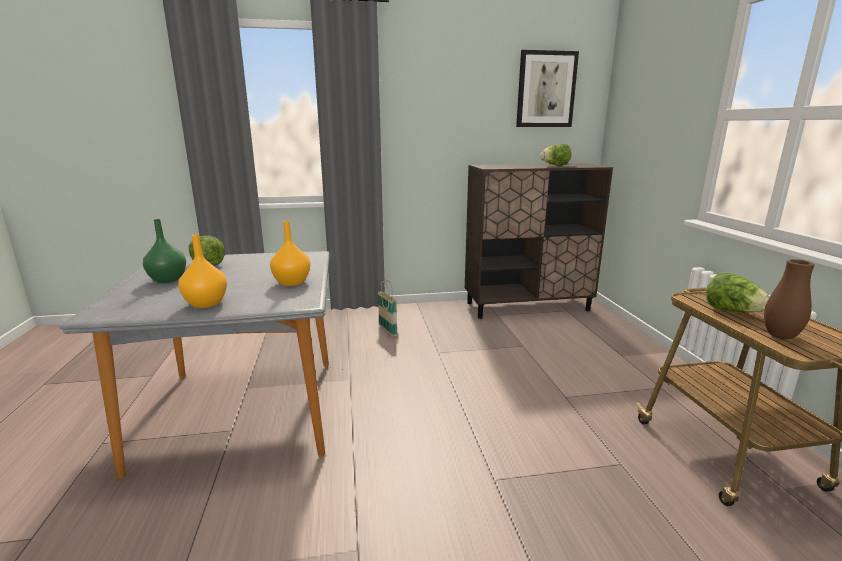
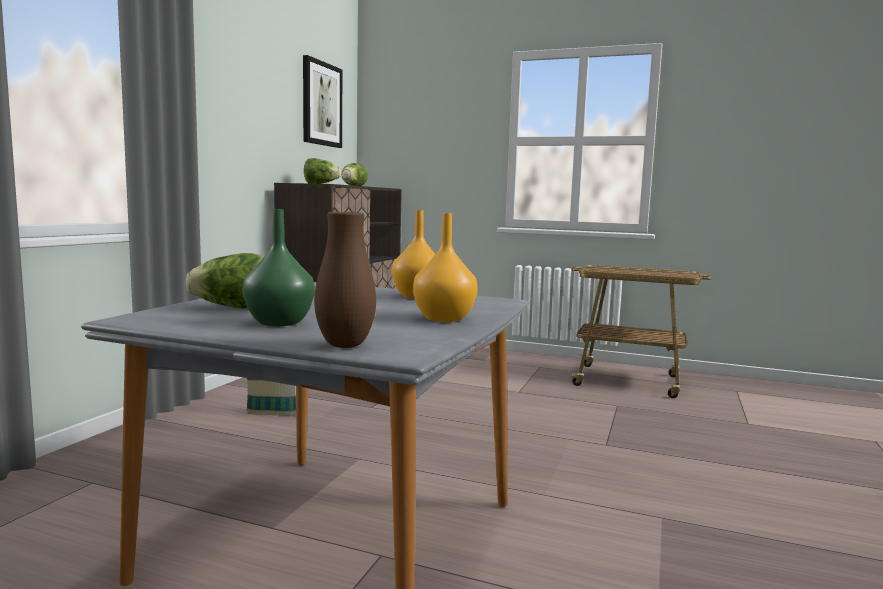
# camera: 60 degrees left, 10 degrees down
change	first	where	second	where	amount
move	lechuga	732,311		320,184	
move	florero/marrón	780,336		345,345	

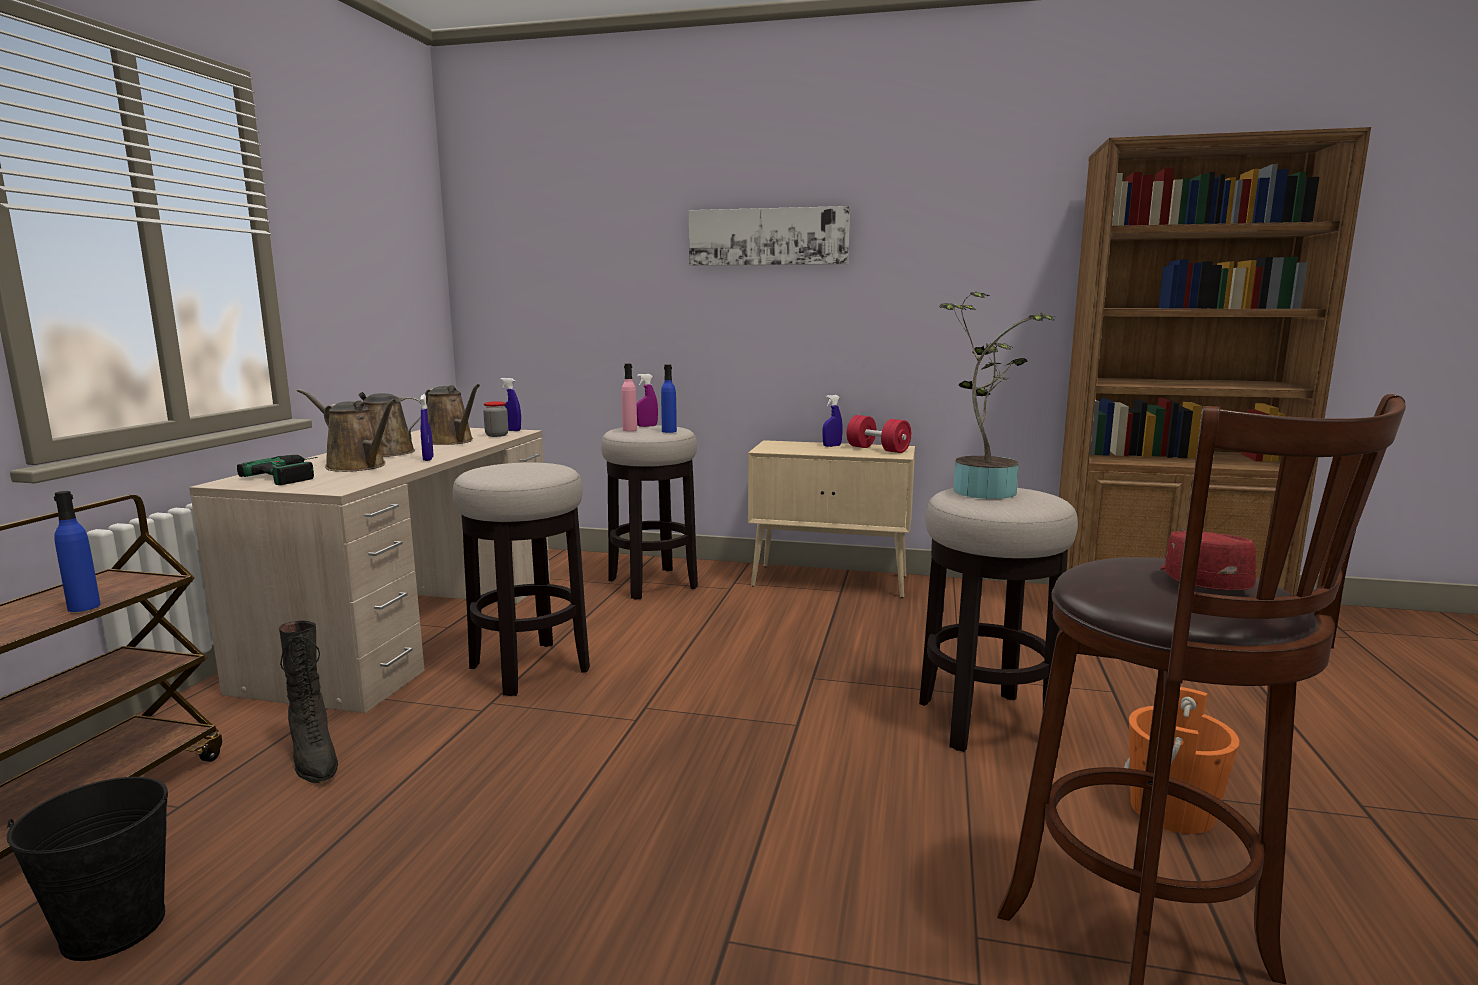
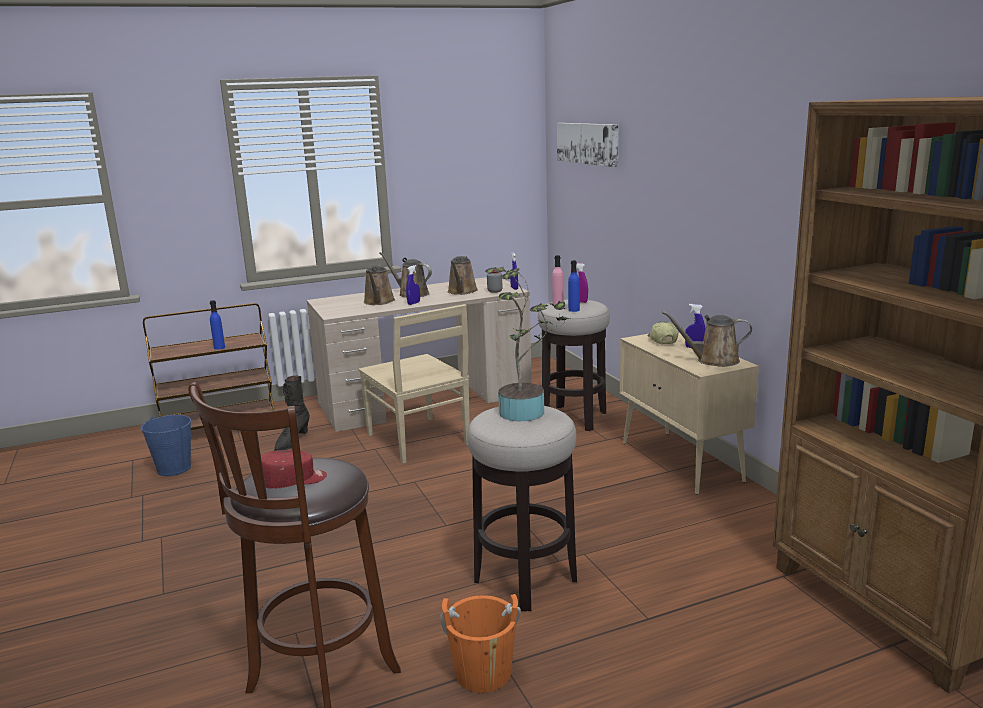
# camera: 55 degrees right, 5 degrees up
change	first	where	second	where	amount
recolor	cubo/negro	113,927	cubo/azul	174,468	
delete	taladro	296,474			
replace	taburete	530,669	silla/beis	418,440	
move	cuadro	768,237		588,143	
replace	mancuerna/rojo	878,449	regadera/marrón	713,360	
insert			gorra	662,340	

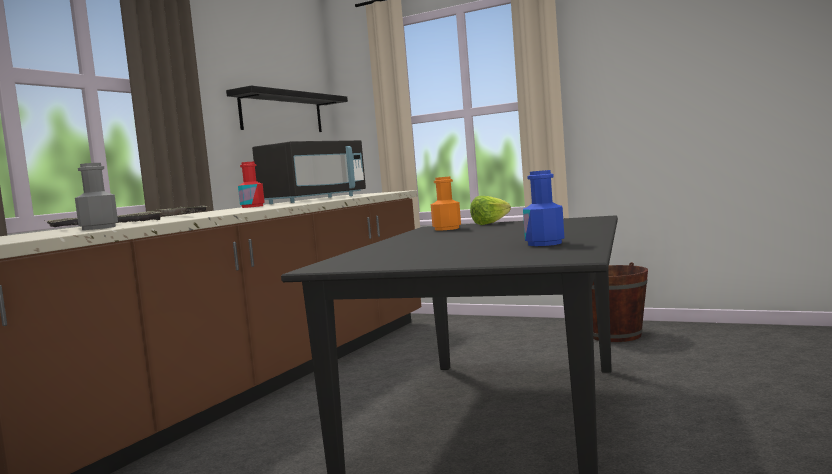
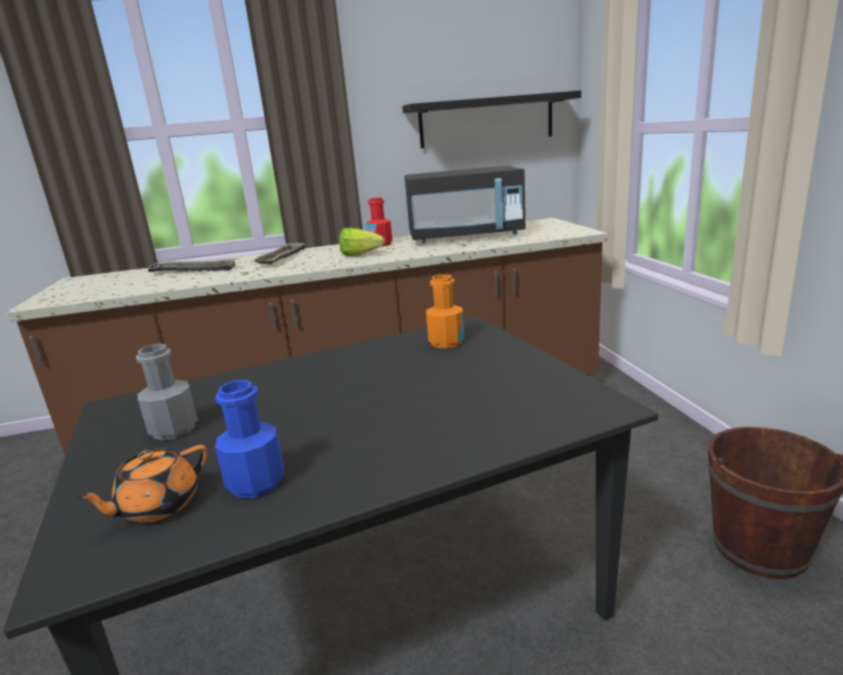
# camera: 50 degrees right, 15 degrees up
change	first	where	second	where	amount
move	botella/gris	99,228		174,429	
move	lechuga	494,223		364,255	
insert			tetera/naranja	158,506	

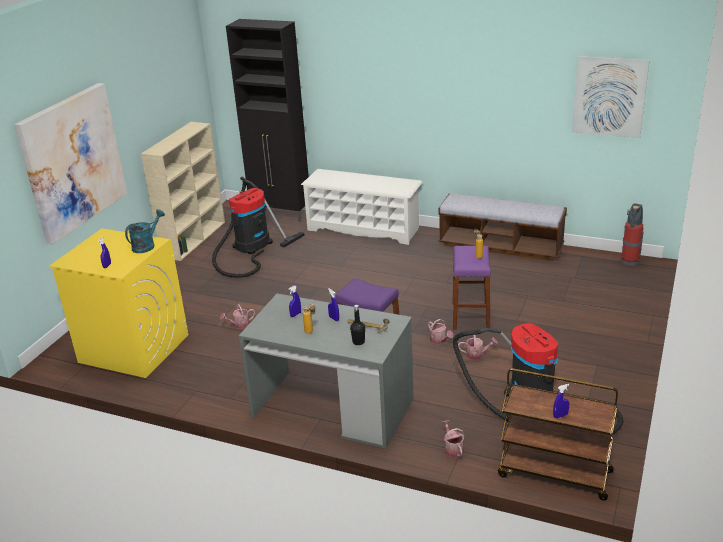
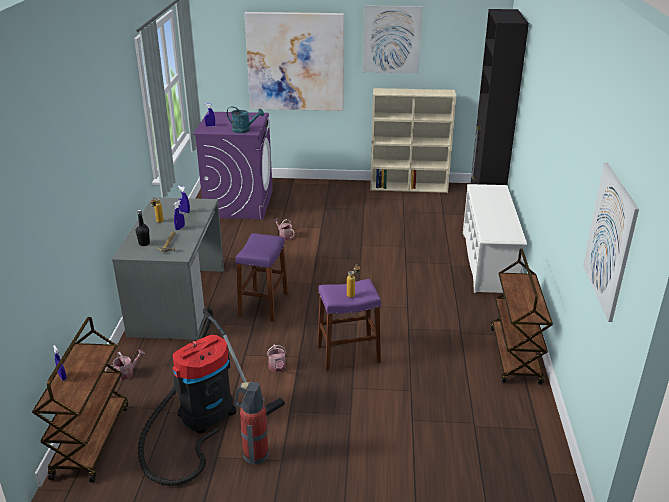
# camera: 70 degrees right, 0 degrees up
change	first	where	second	where	amount
recolor	lavadora/amarillo	133,348	lavadora/morado	239,204	
delete	aspiradora	250,247			
delete	regadera	439,340			
replace	banco	501,246	carrito/marrón	515,356	
move	extintor	629,262		254,454	
insert			cuadro	391,39	

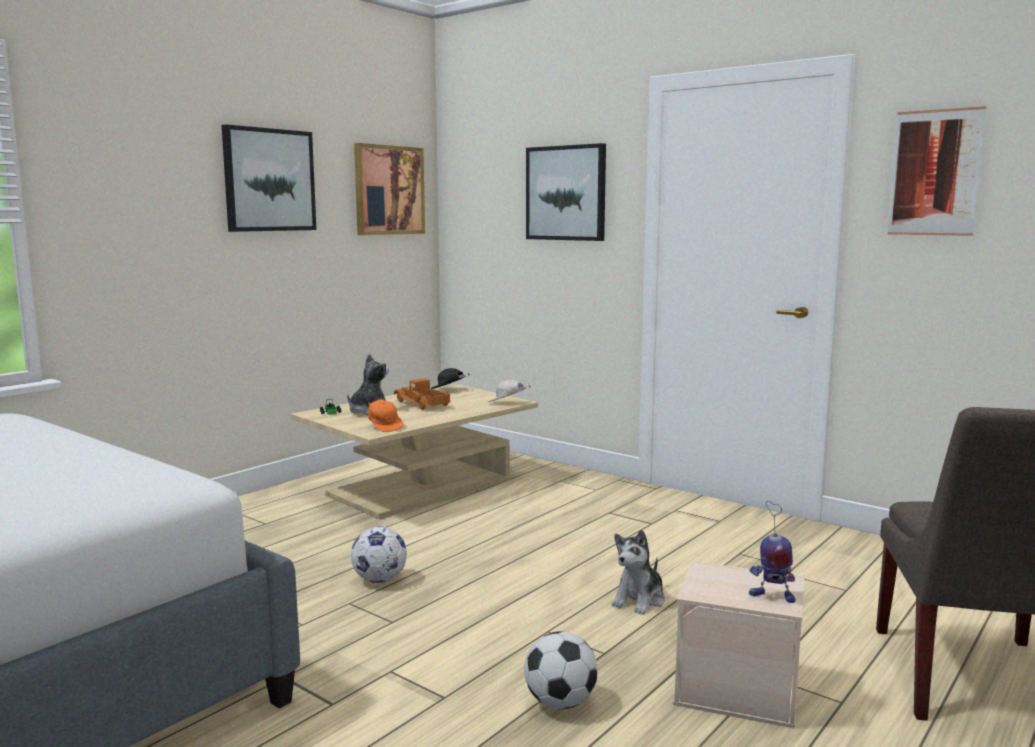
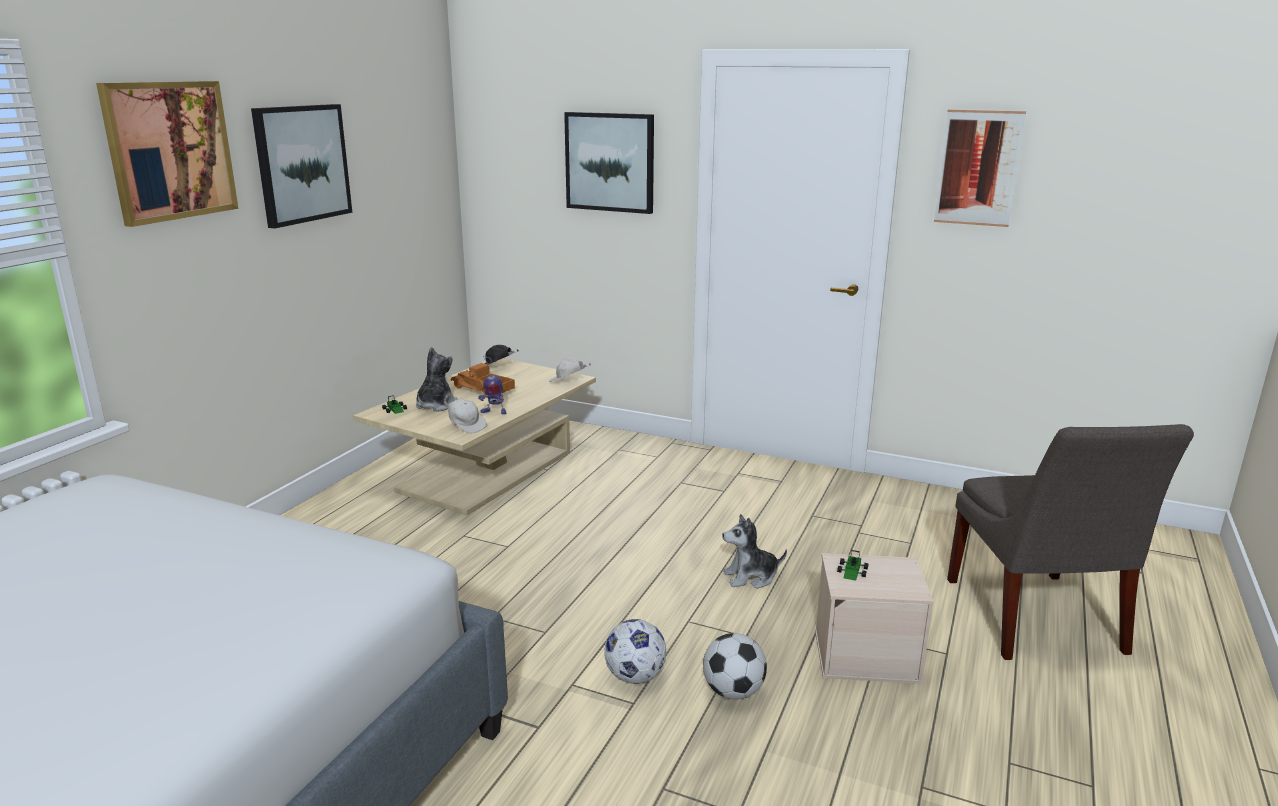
# camera: 15 degrees left, 10 degrees up
change	first	where	second	where	amount
move	balón de fútbol	380,580		635,676	
move	cuadro	389,190		169,151	
recolor	gorra/naranja	384,427	gorra/blanco	466,426	
rotate	peluche	639,600		751,577	60 degrees clockwise
move	robot de juguete	771,597		493,412	
insert			coche de juguete	852,572	

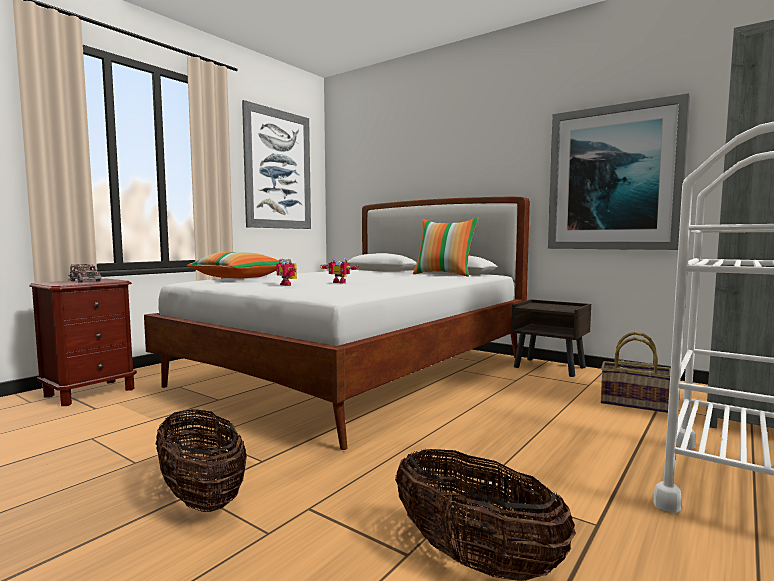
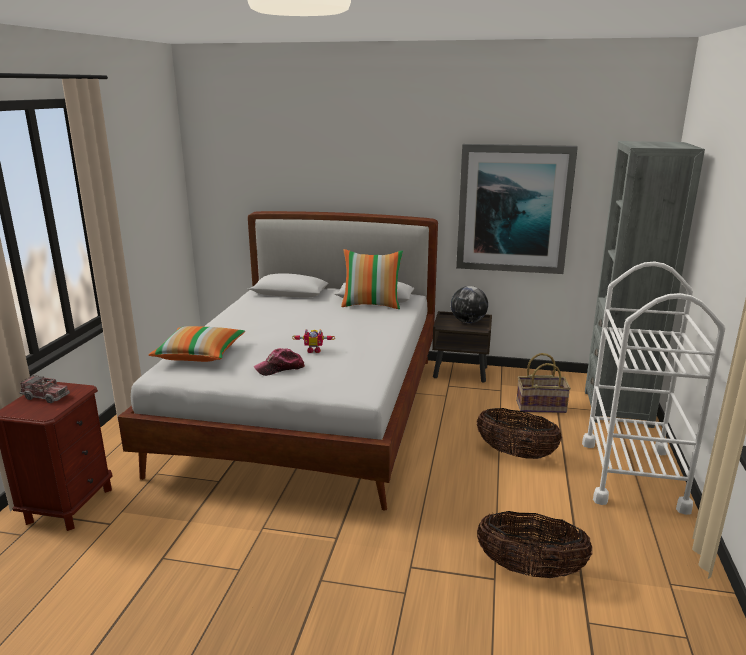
# camera: 25 degrees left, 15 degrees up
change	first	where	second	where	amount
move	cesta	201,497		515,453	
delete	cuadro	278,169			
replace	robot de juguete	288,285	gorra	280,368	
insert			globo terráqueo	468,322	

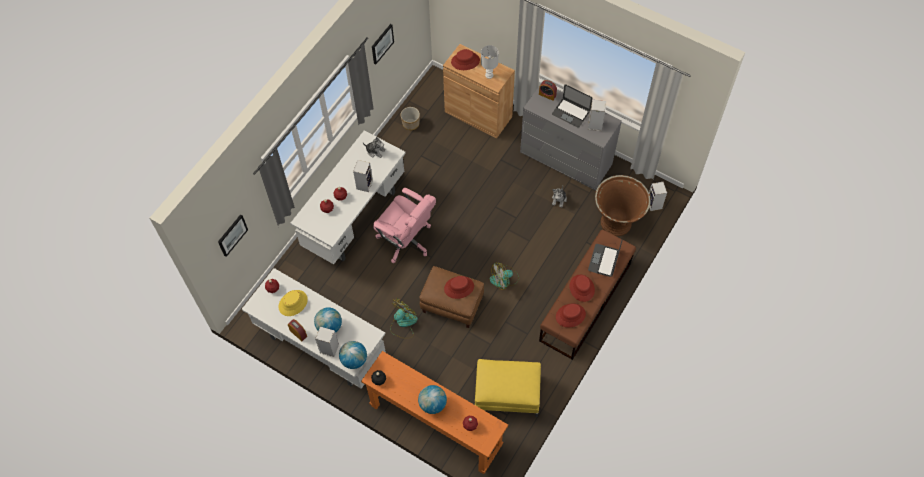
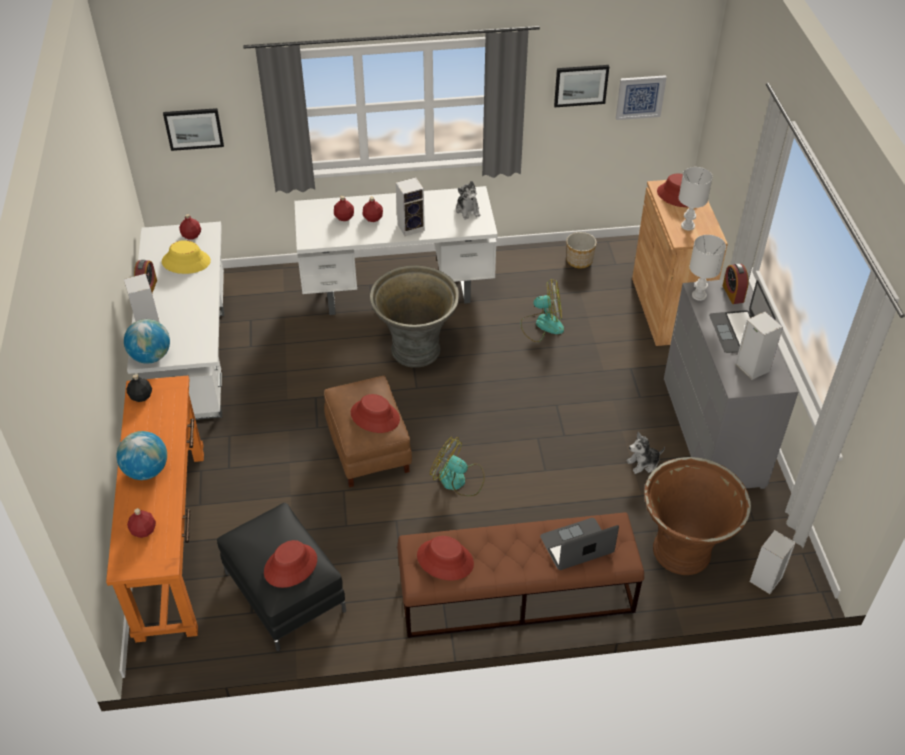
# camera: 50 degrees right, 15 degrees down
change	first	where	second	where	amount
delete	globo terráqueo	329,326			
replace	silla de oficina/rosa	406,240	maceta/gris	416,351	
move	ventilador	403,323		542,325	
recolor	puf/amarillo	507,394	puf/negro	285,592	
move	sombrero/rojo	581,288		290,566	
insert			cuadro	640,97	
insert			lámpara de mesa/blanco	699,295	

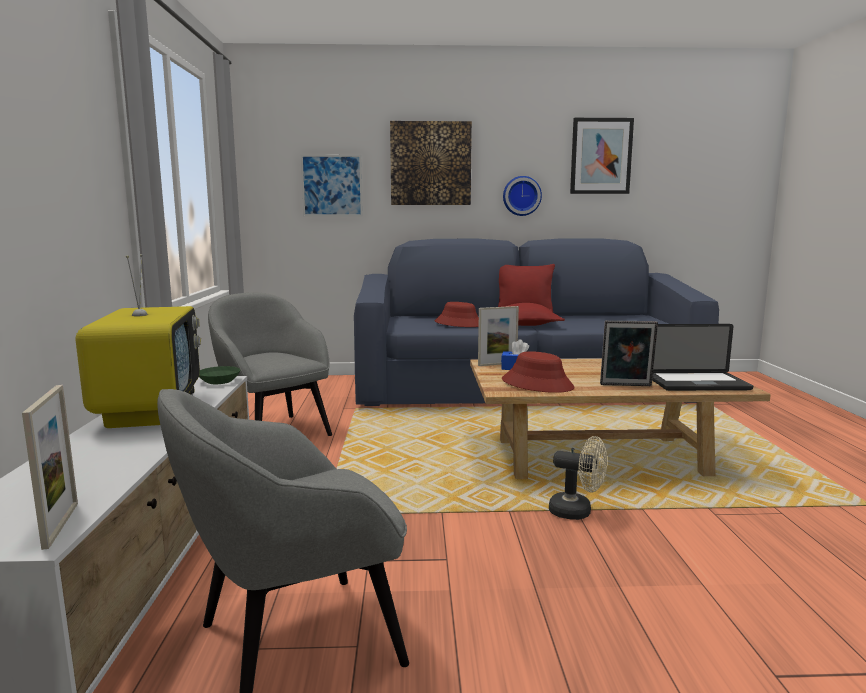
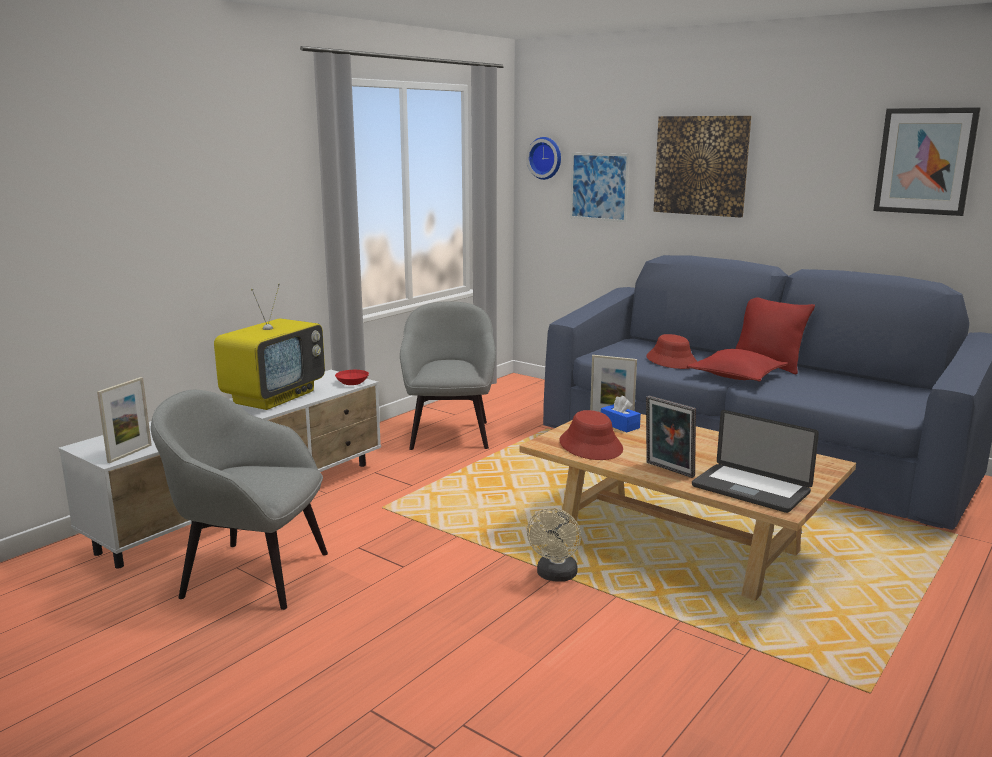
# camera: 40 degrees right, 5 degrees up
change	first	where	second	where	amount
recolor	cuenco/verde	218,381	cuenco/rojo	352,382	
move	reloj de pared	521,196		545,158	
rotate	ventilador/beis	577,512		555,576	45 degrees clockwise

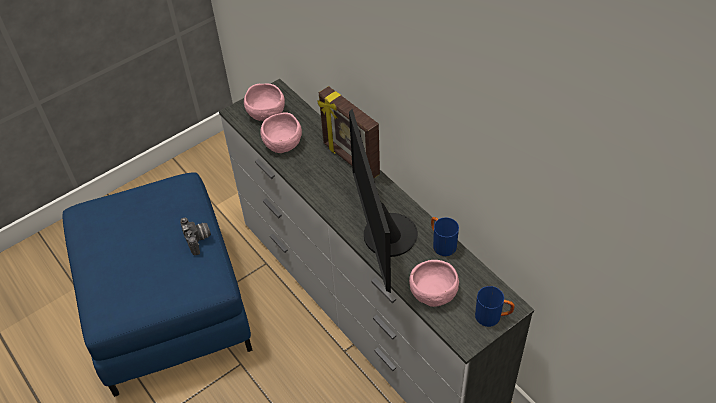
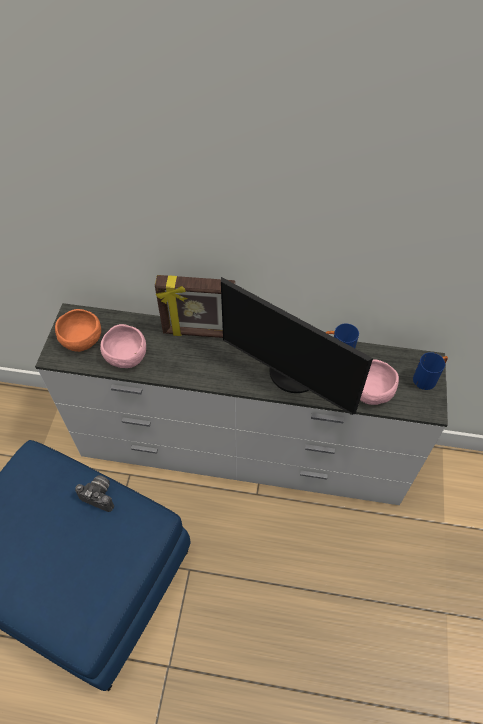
# camera: 45 degrees left, 5 degrees up
change	first	where	second	where	amount
recolor	cuenco/rosa	266,112	cuenco/naranja	82,339	

